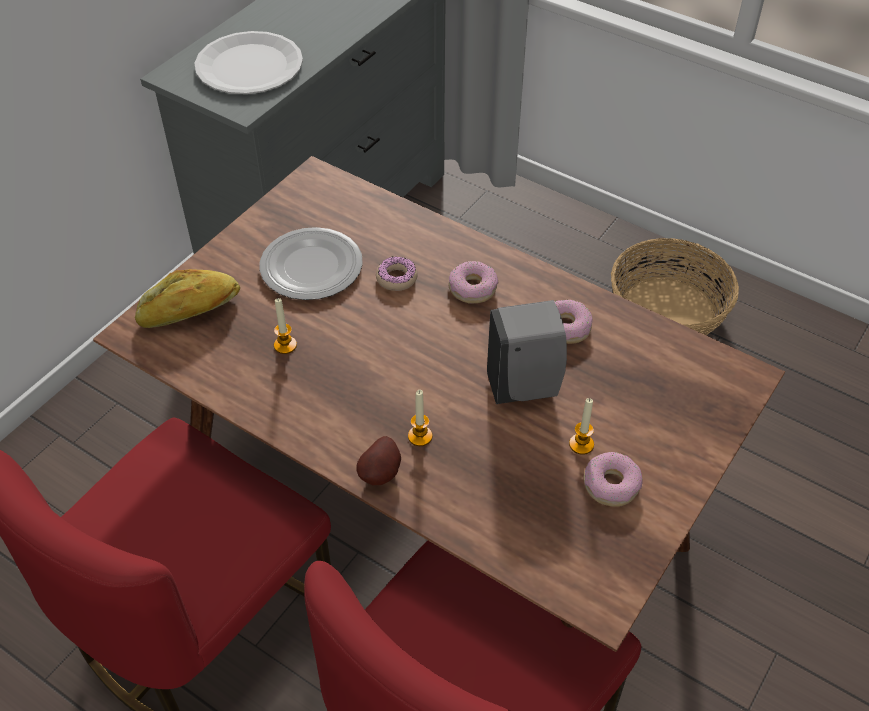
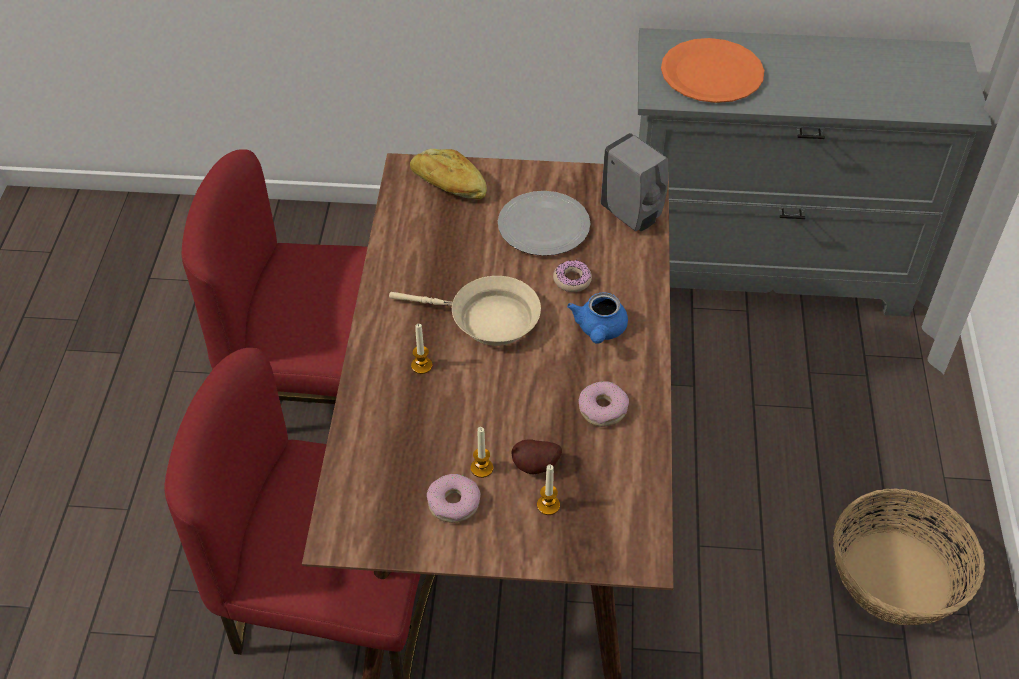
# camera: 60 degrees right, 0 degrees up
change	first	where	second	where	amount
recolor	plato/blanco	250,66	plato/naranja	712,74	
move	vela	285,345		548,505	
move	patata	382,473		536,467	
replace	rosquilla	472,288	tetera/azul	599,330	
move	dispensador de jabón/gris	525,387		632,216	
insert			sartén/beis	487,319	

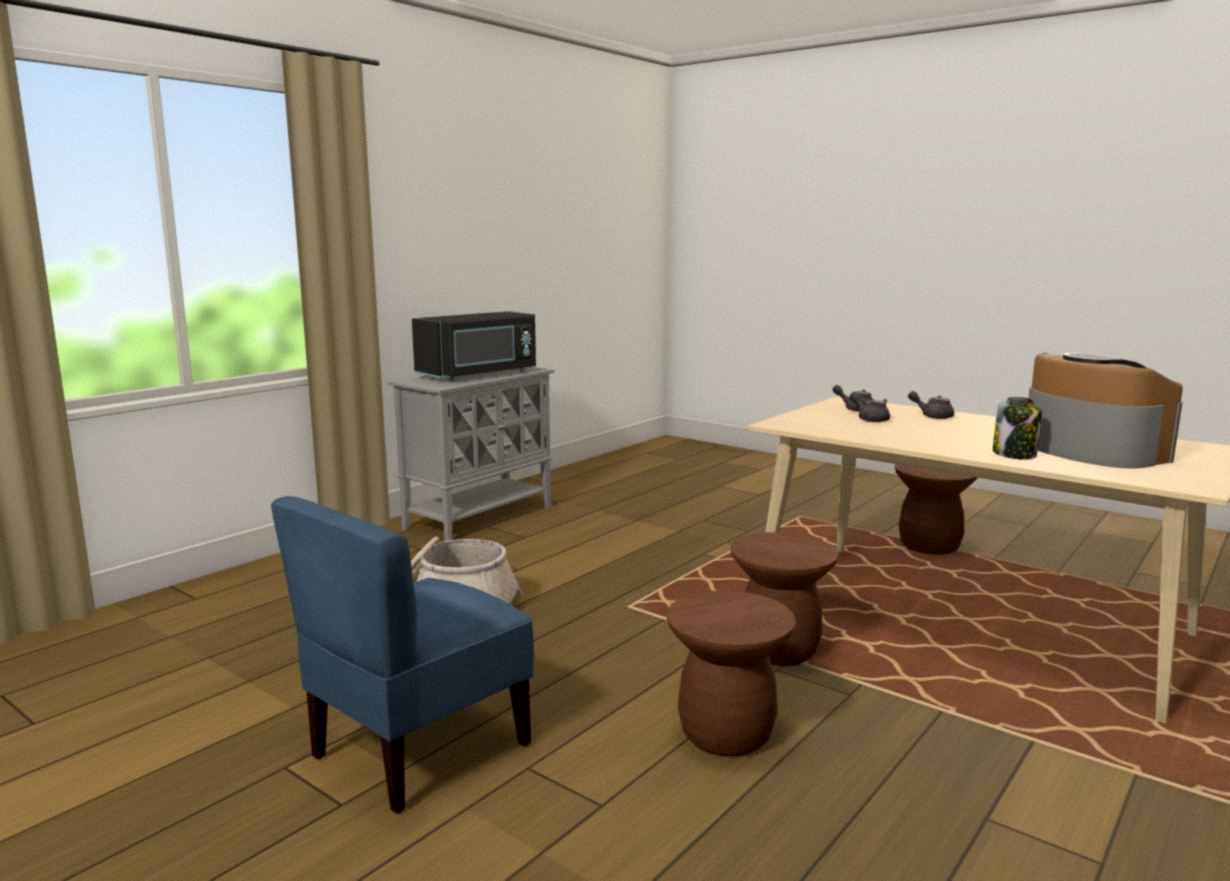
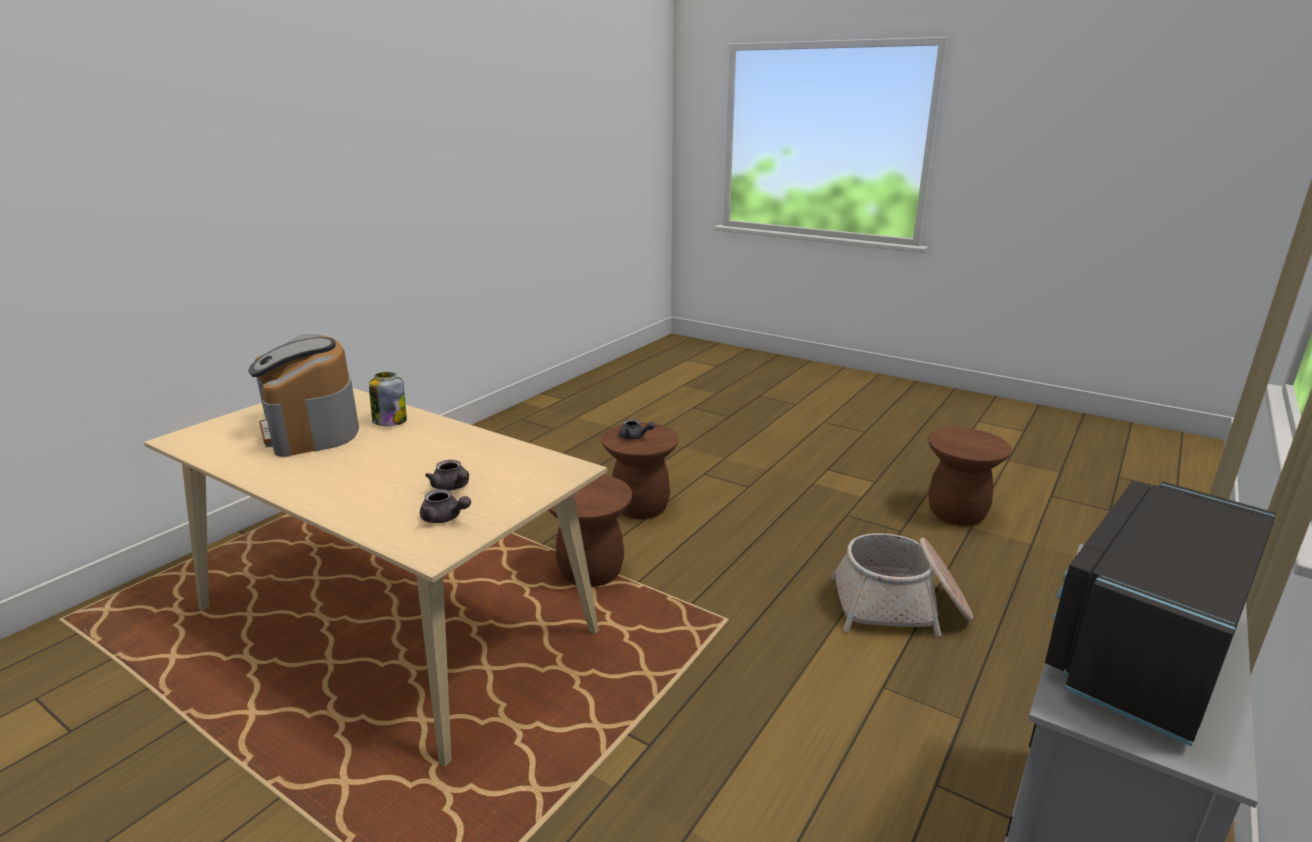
# camera: 175 degrees right, 10 degrees up
change	first	where	second	where	amount
delete	silla/azul	419,750			
move	taburete/marrón	929,547		956,513	
move	tetera/gris	932,416		635,437	

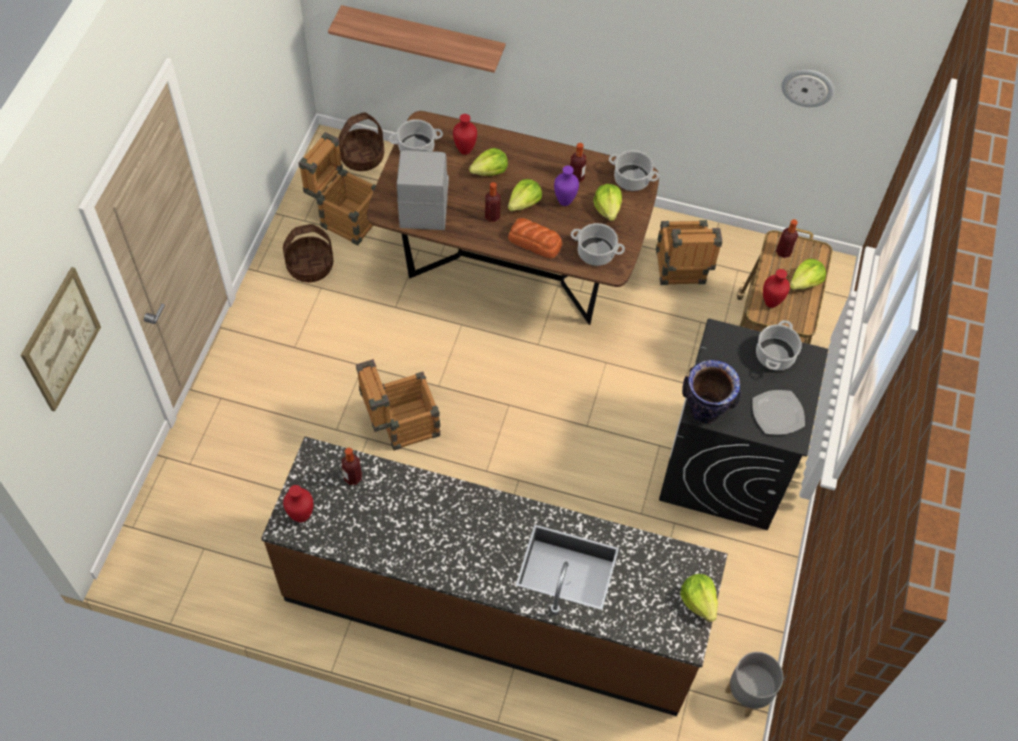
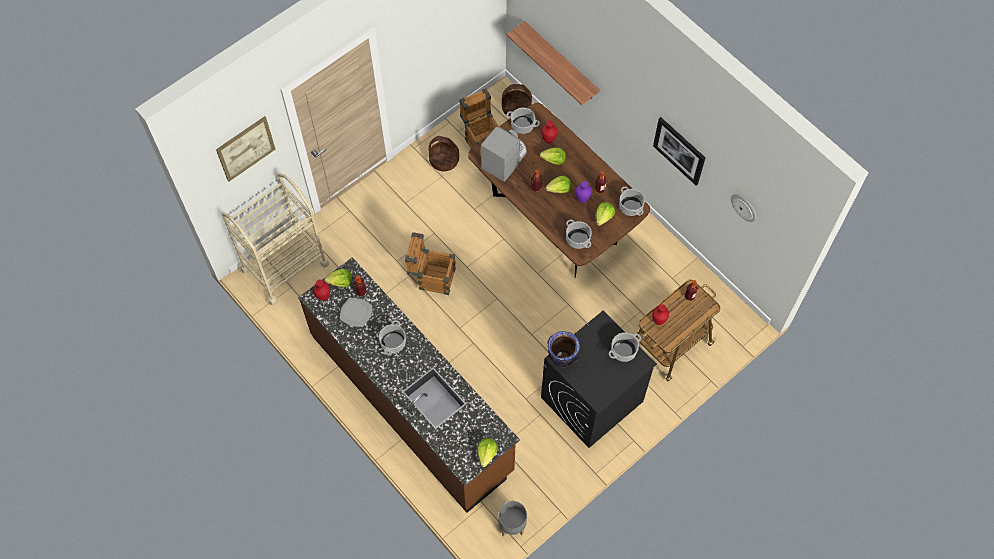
# camera: 35 degrees right, 5 degrees up
change	first	where	second	where	amount
delete	pan	535,242			
delete	caja de embalaje	680,272			
move	plato	777,413		356,312	
move	lechuga	805,282		341,282	
insert			carrito/beis	285,266	
insert			olla	393,342	
insert			cuadro	679,150	

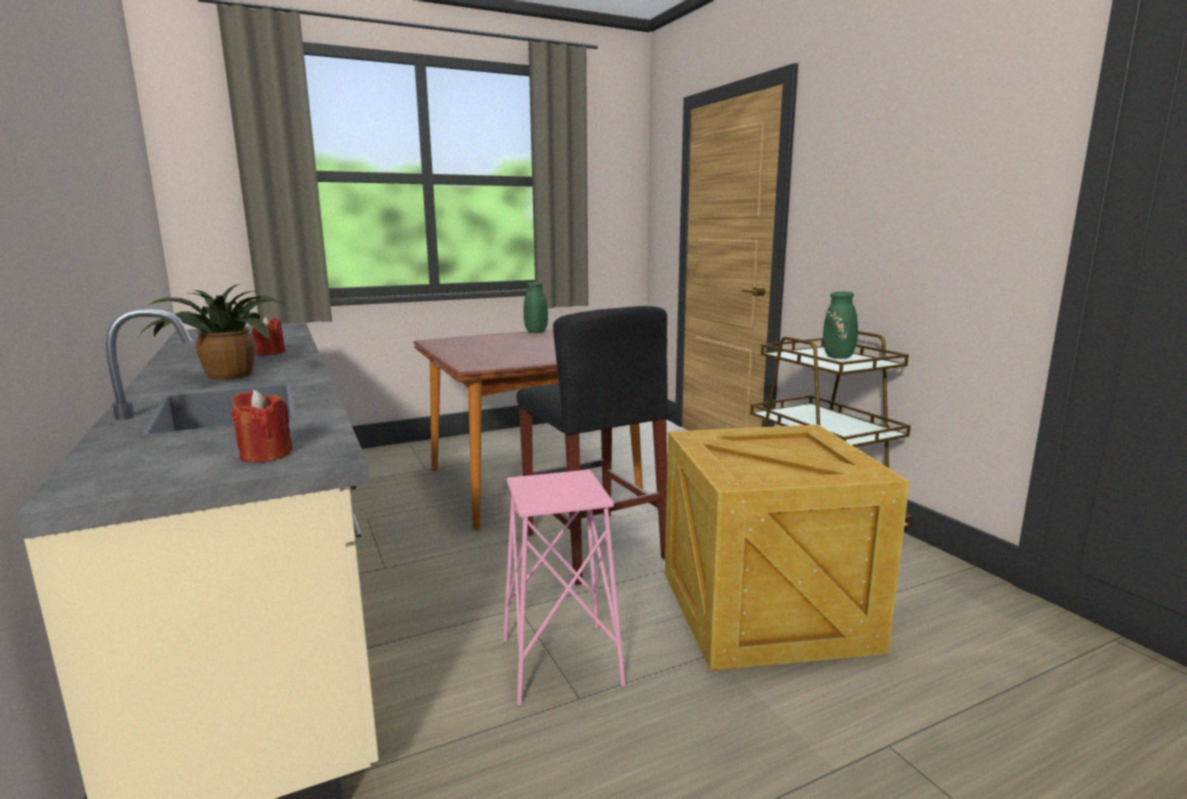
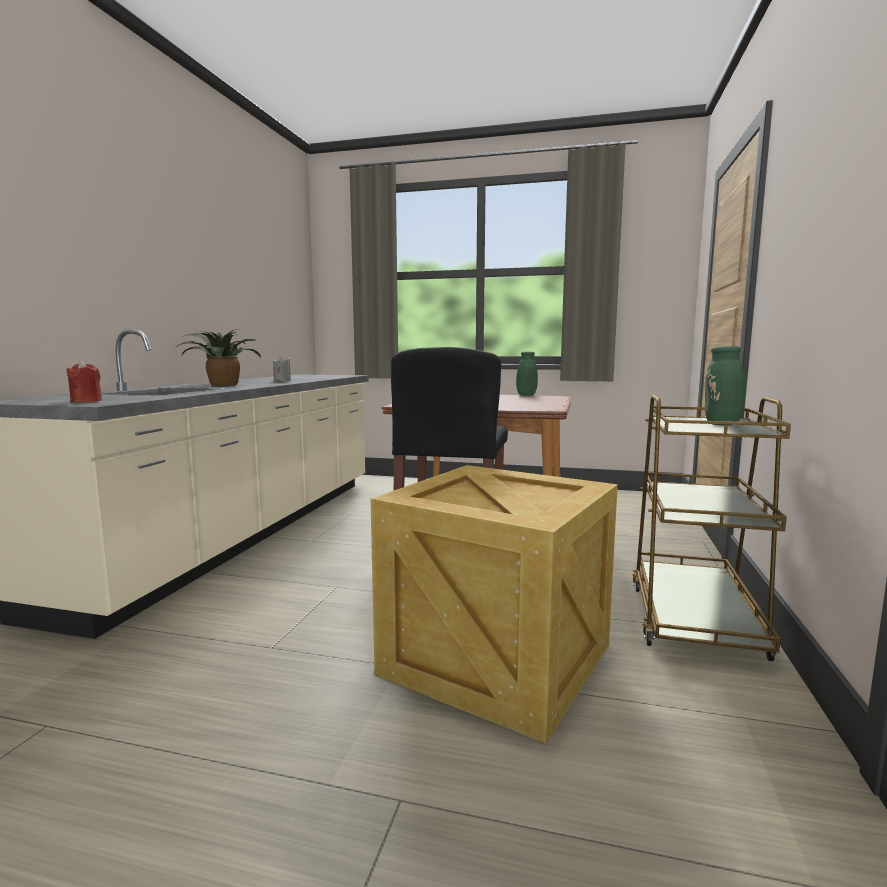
# camera: 40 degrees right, 5 degrees down
change	first	where	second	where	amount
recolor	vela/rojo	270,353	vela/gris	282,381	
delete	taburete/rosa	561,662			

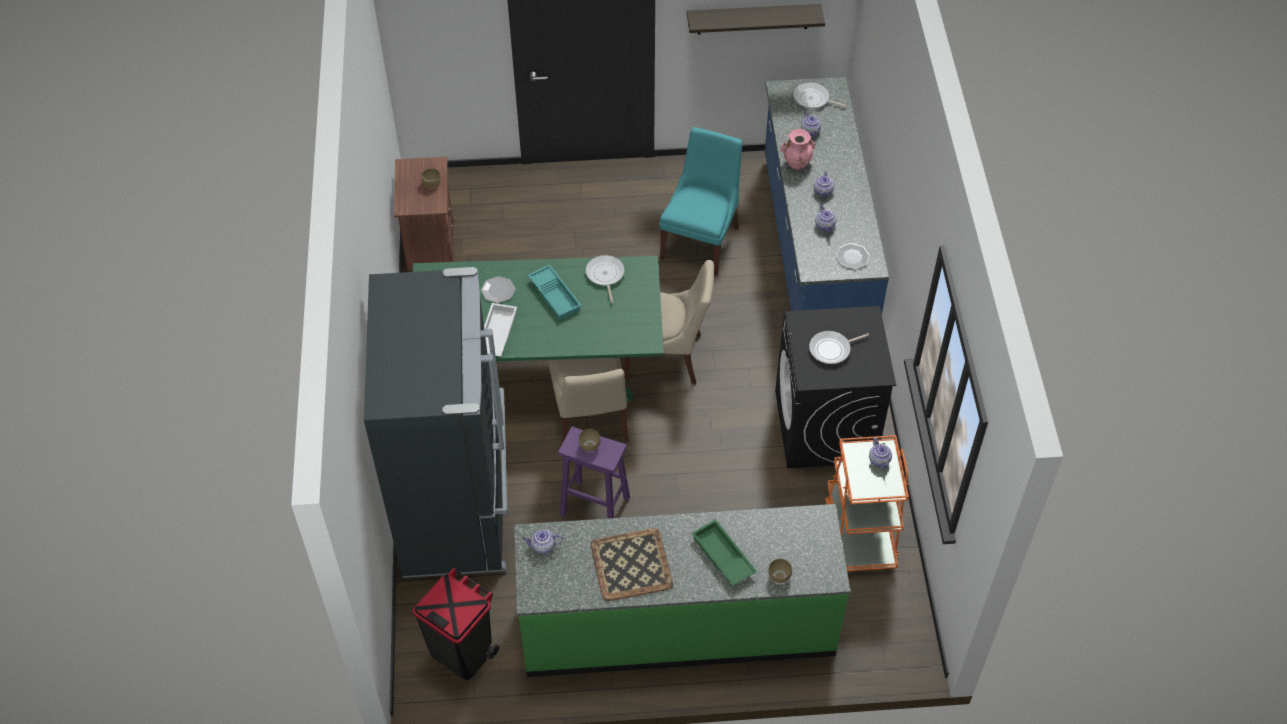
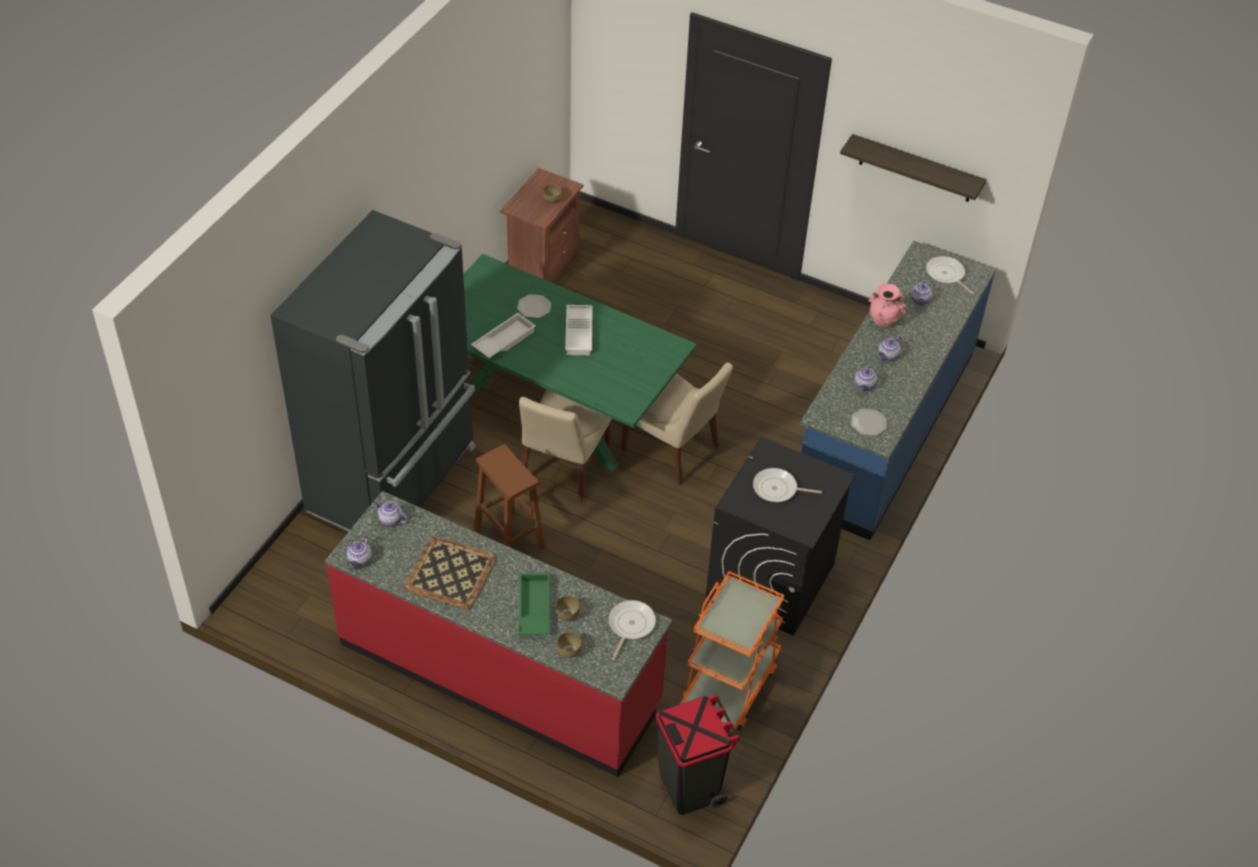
# camera: 30 degrees right, 5 degrees down
change	first	where	second	where	amount
move	papelera/negro	462,652		690,786	
recolor	mueble bajo de cocina/verde	677,624	mueble bajo de cocina/rojo	500,673	
recolor	bandeja/turquesa	556,295	bandeja/blanco	579,333	
recolor	taburete/morado	593,506	taburete/marrón	508,539	
move	cuenco/marrón	589,445		567,614	
move	sartén	605,275		630,625	
delete	silla/turquesa	701,241			
move	tetera	879,460		360,560	

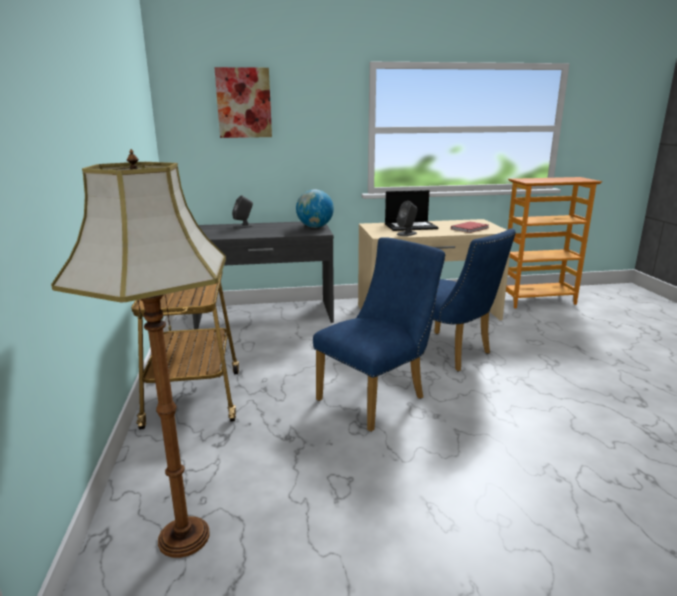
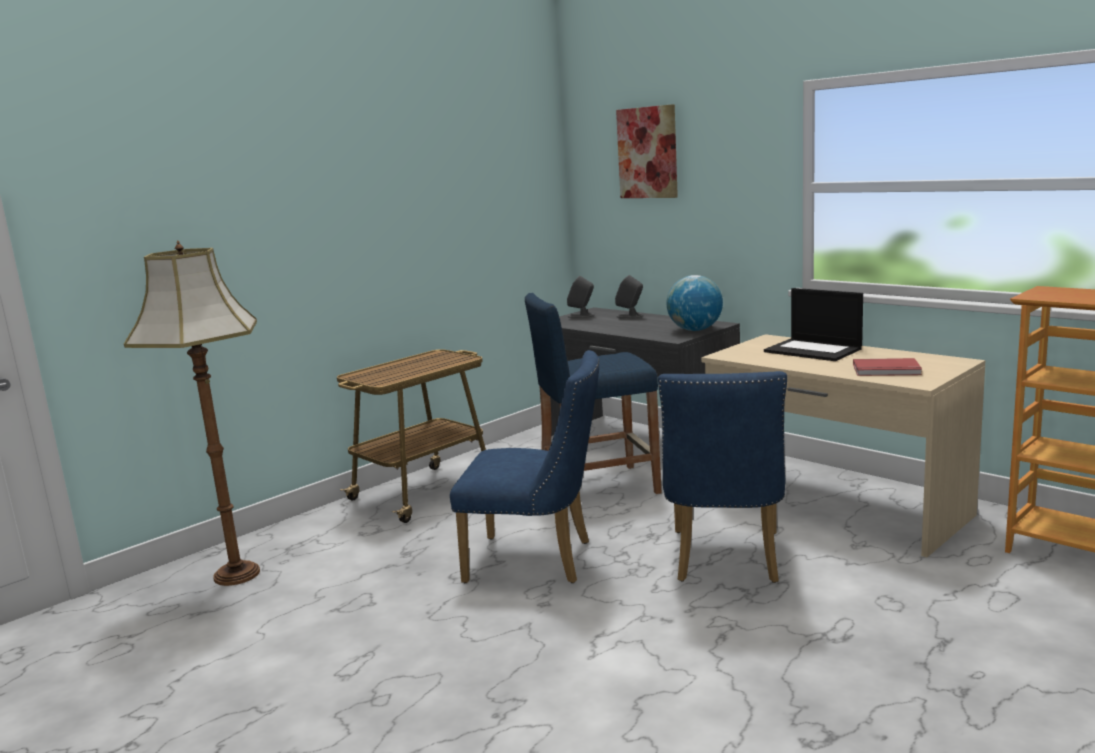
# camera: 55 degrees right, 5 degrees down
change	first	where	second	where	amount
move	altavoz/gris	407,233		581,316	
insert			taburete/azul	597,487	

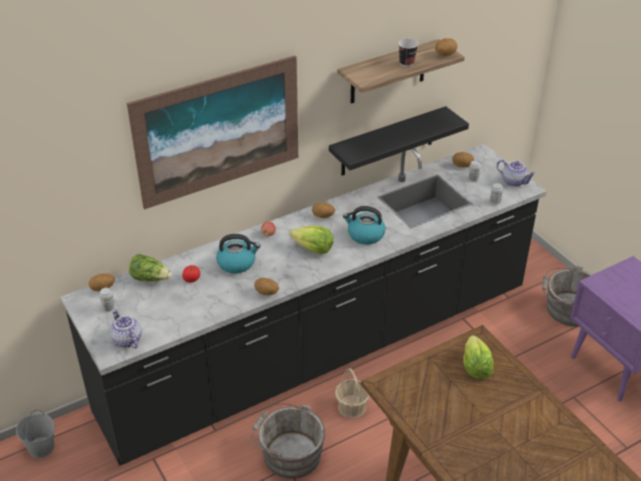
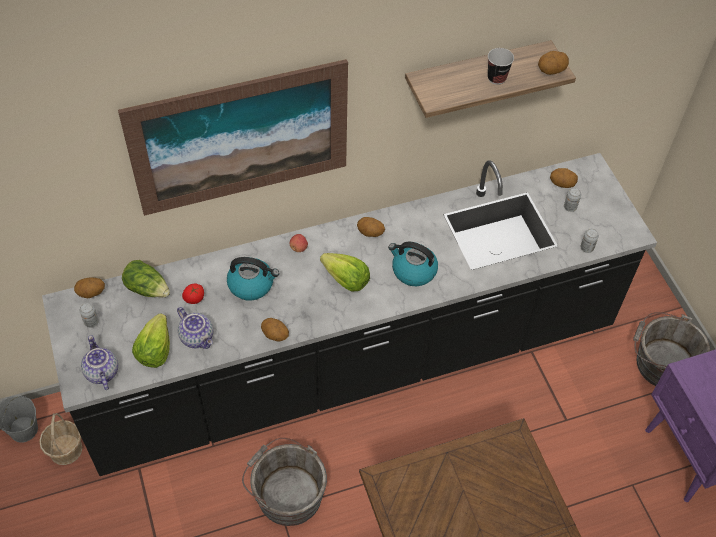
# camera: 10 degrees right, 15 degrees up
change	first	where	second	where	amount
delete	estante/negro	388,142			
move	cesta	352,407		66,449	
move	lechuga	475,367		155,350	
move	tetera	514,181		198,337	

